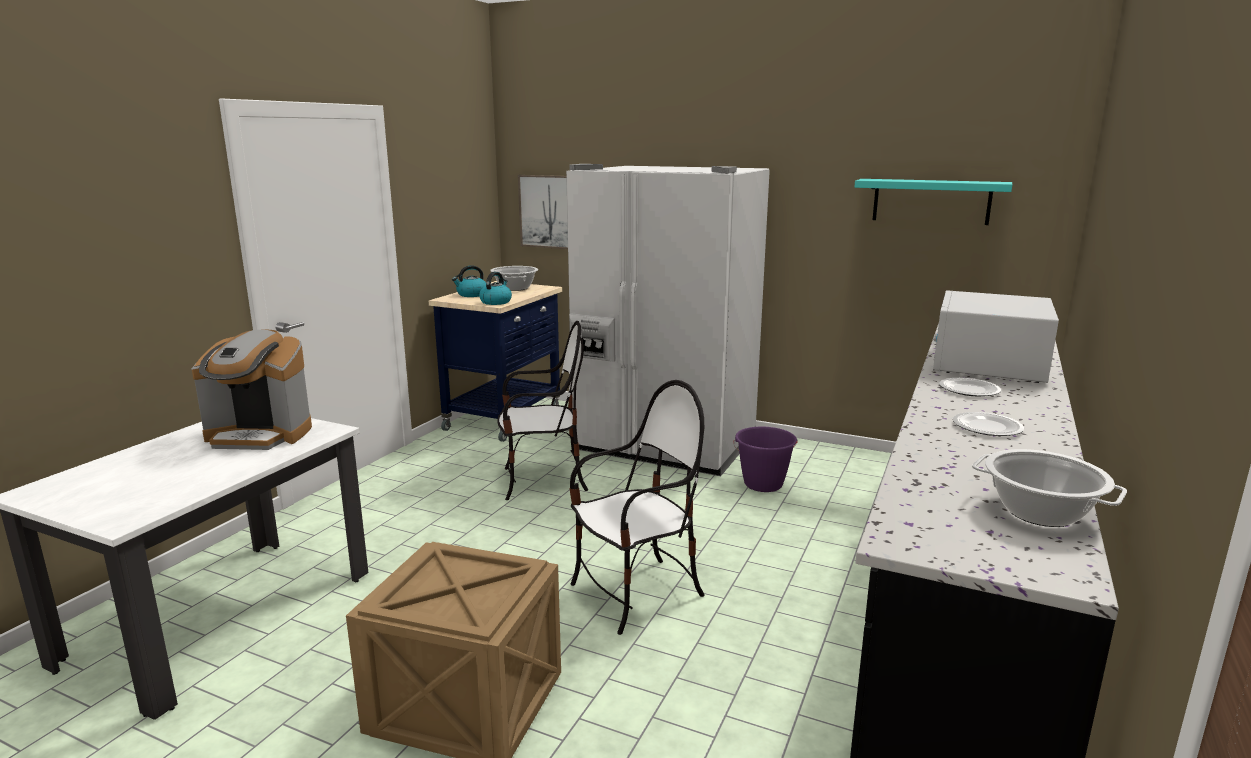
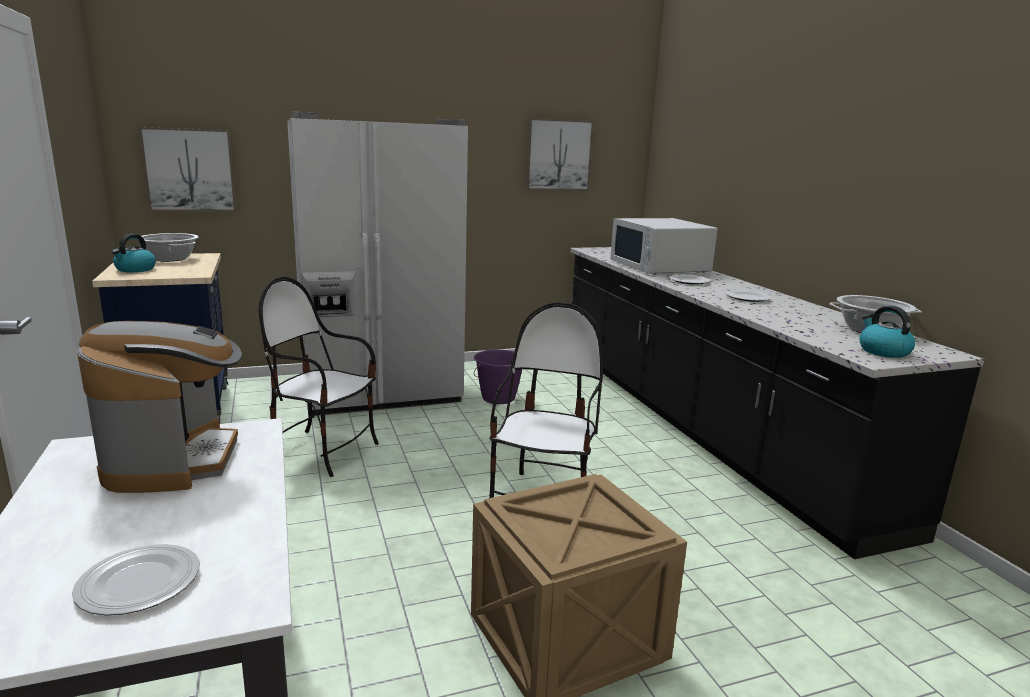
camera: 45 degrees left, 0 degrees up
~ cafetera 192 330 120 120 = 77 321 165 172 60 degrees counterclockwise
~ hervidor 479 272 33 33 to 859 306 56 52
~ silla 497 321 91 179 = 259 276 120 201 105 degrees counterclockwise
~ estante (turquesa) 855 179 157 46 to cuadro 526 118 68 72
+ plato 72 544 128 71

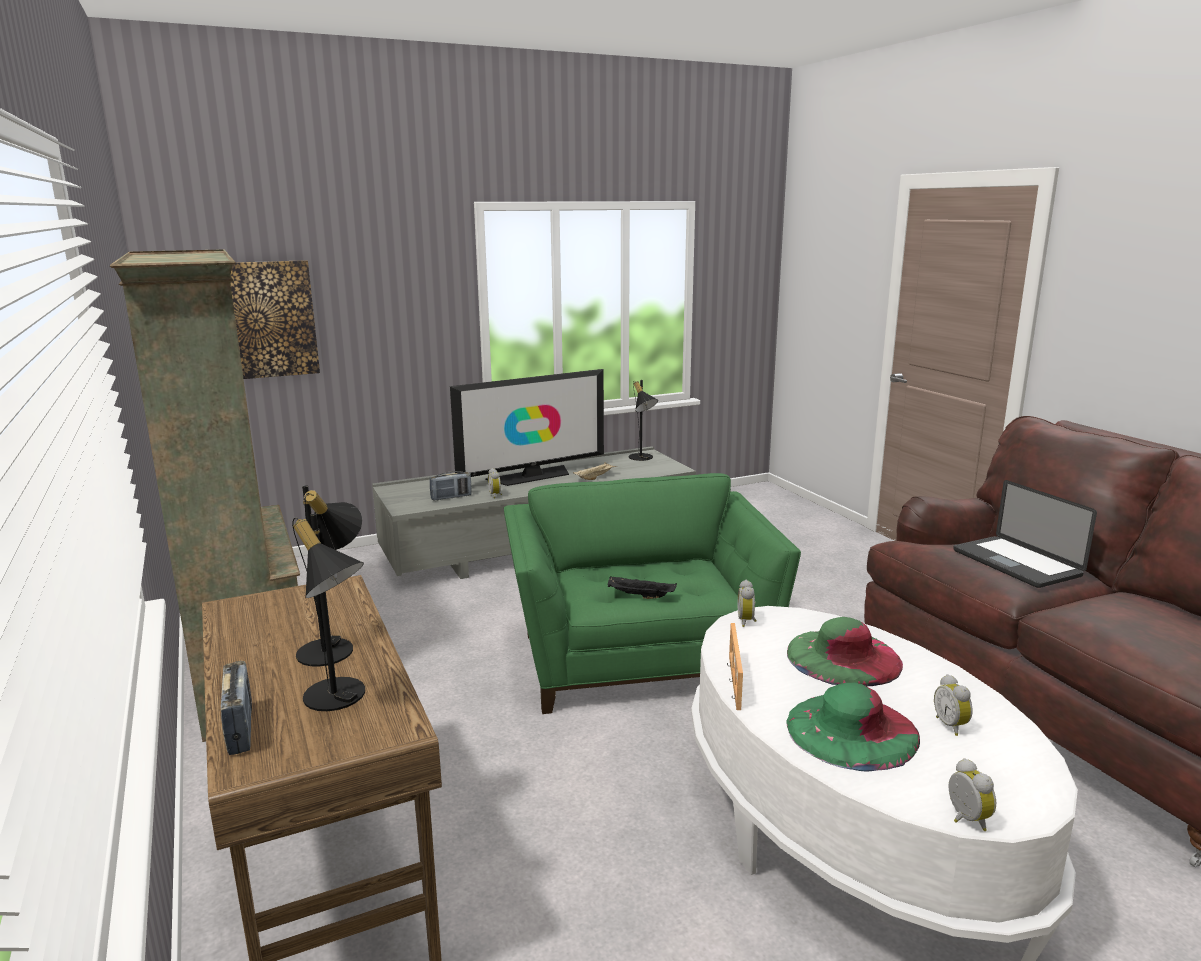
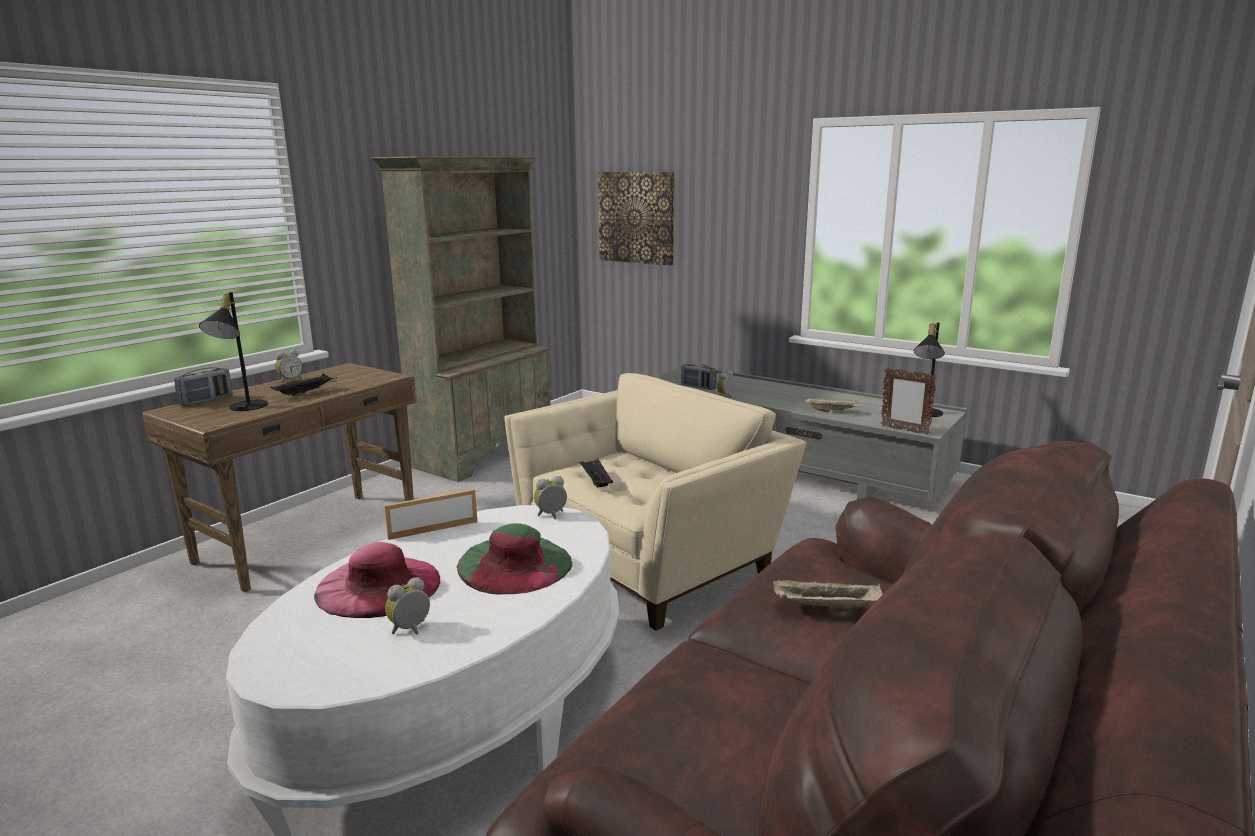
camera: 60 degrees right, 0 degrees up
~ lámpara de mesa (negro) 296 485 66 182 to bandeja (negro) 270 373 67 23
- televisor 450 369 154 117
~ sillón (verde) 504 473 297 241 to sillón (beis) 504 373 302 258
~ sombrero (verde) 787 682 133 90 to sombrero (rosa) 314 542 126 76
~ despertador 948 758 48 73 to 275 350 27 33
~ portátil 953 480 144 108 to bandeja (beis) 773 579 110 33
+ portarretratos 881 368 56 67

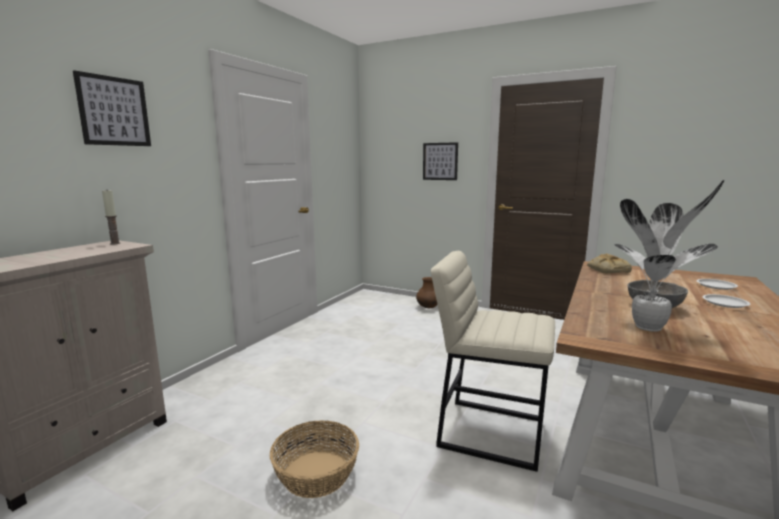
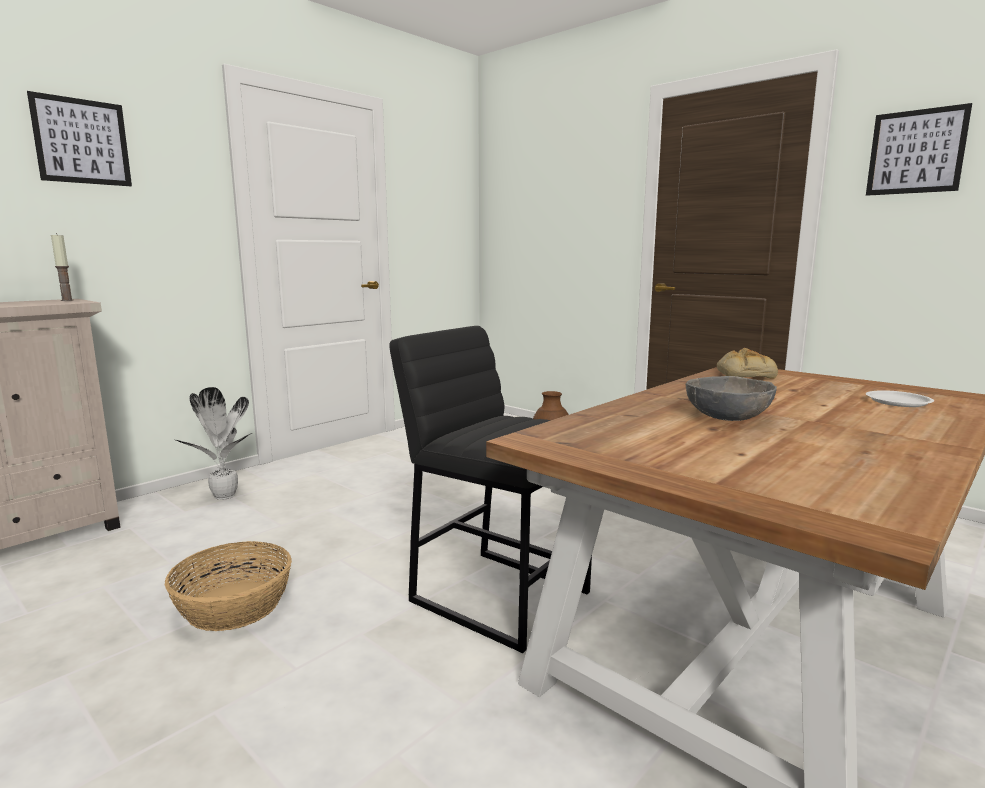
camera: 15 degrees right, 0 degrees up
~ cuadro 423 142 35 38 to 866 103 106 93
~ silla (beis) 431 251 124 221 to silla (negro) 389 326 203 327
~ planta en maceta 614 180 110 152 to 176 387 76 113
- plato (blanco) 703 294 47 14

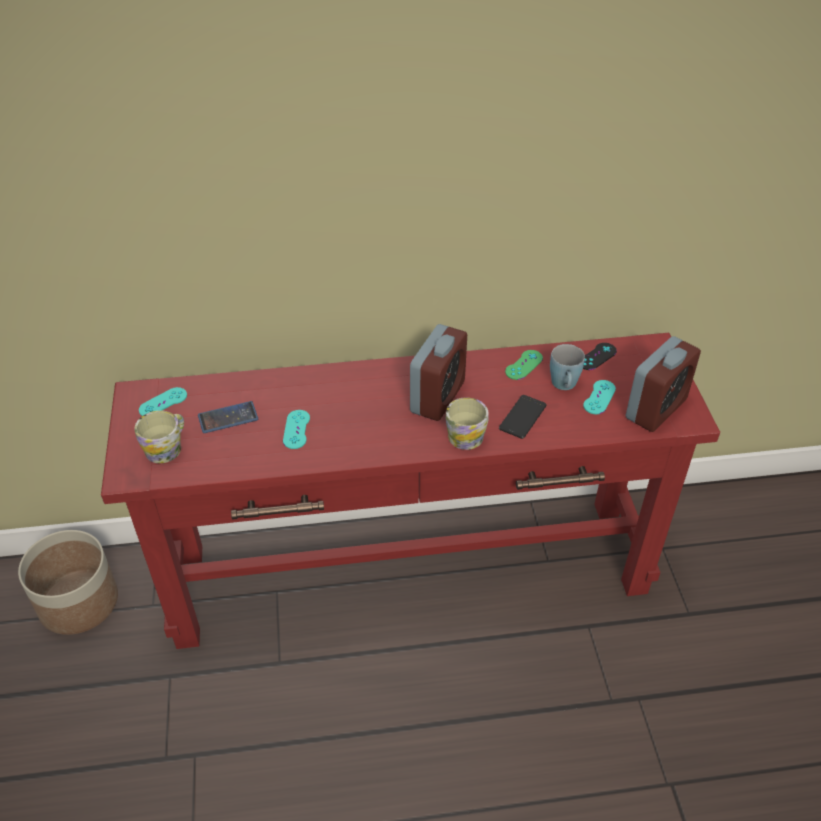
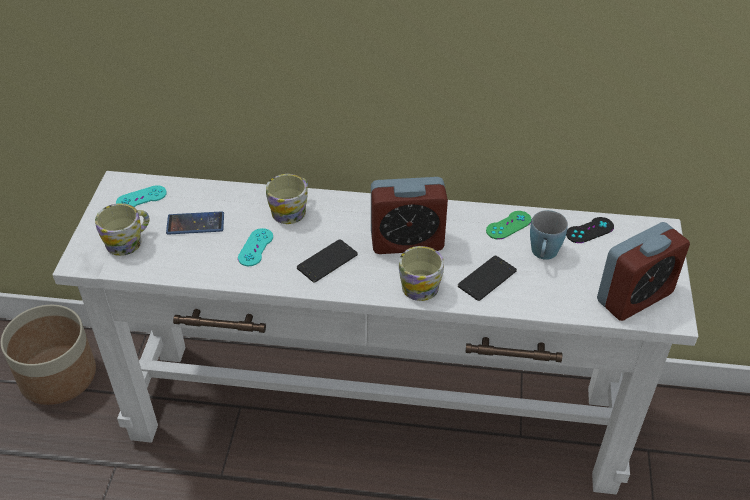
camera: 15 degrees right, 0 degrees up
~ mesa consola (rojo) 101 333 619 316 to mesa consola (blanco) 53 171 645 323
~ despertador 410 324 57 97 = 371 177 77 77 45 degrees clockwise
- mando de consola (turquesa) 583 380 33 34
+ taza grande 266 174 42 50
+ móvil 297 239 61 43

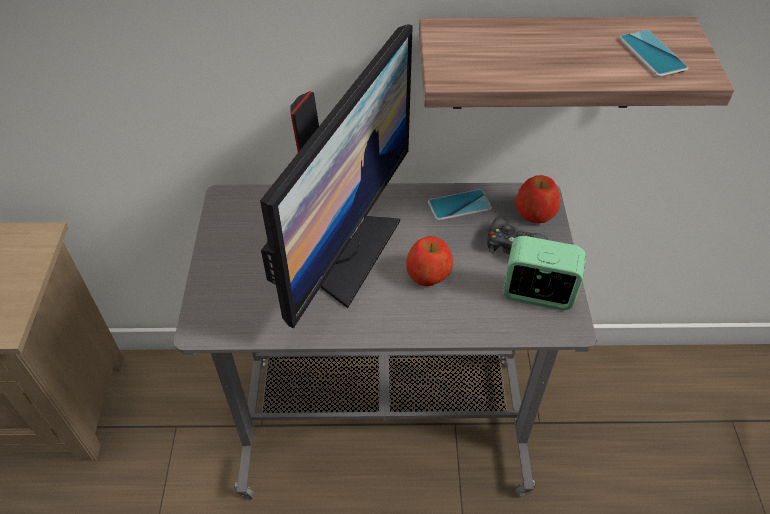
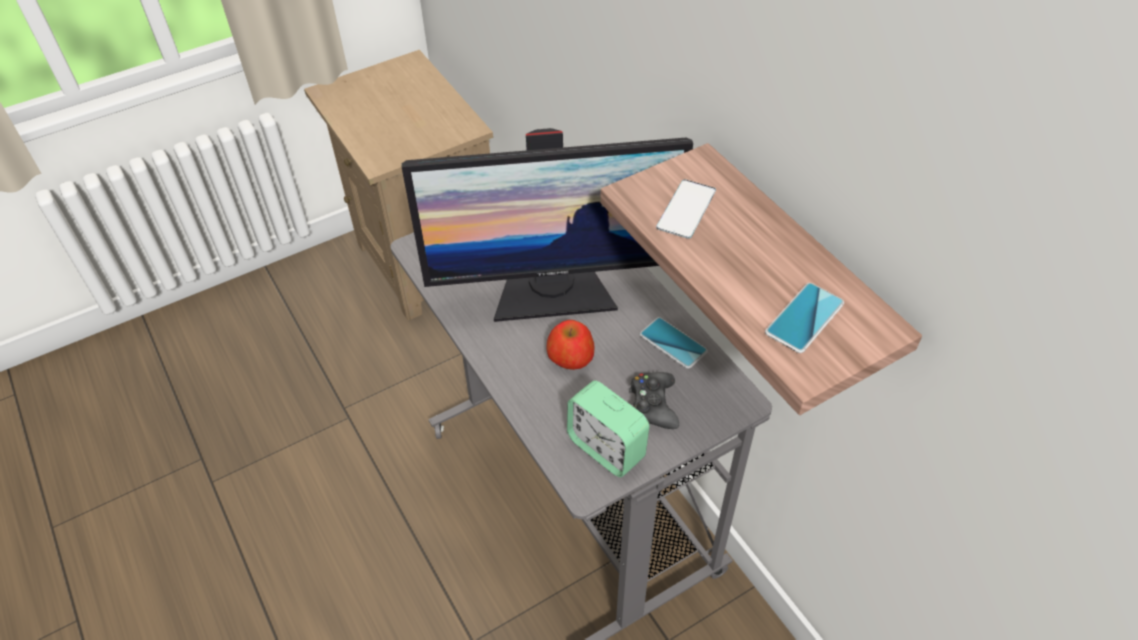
camera: 60 degrees right, 0 degrees up
~ despertador 503 236 83 74 = 567 381 82 96 150 degrees clockwise
- manzana 516 175 44 49
+ móvil 656 179 60 60

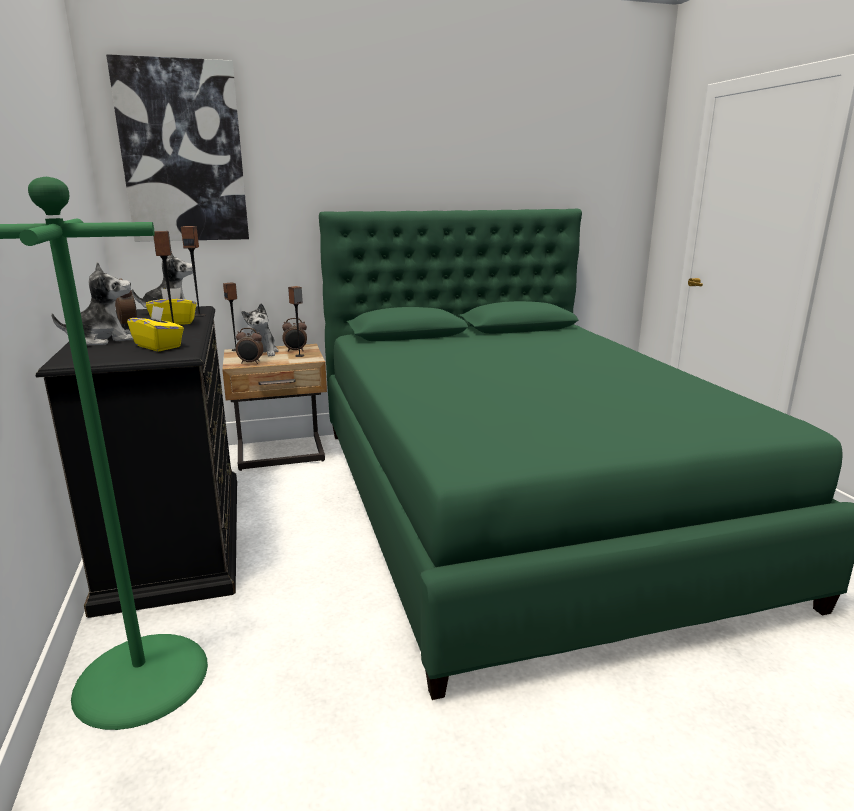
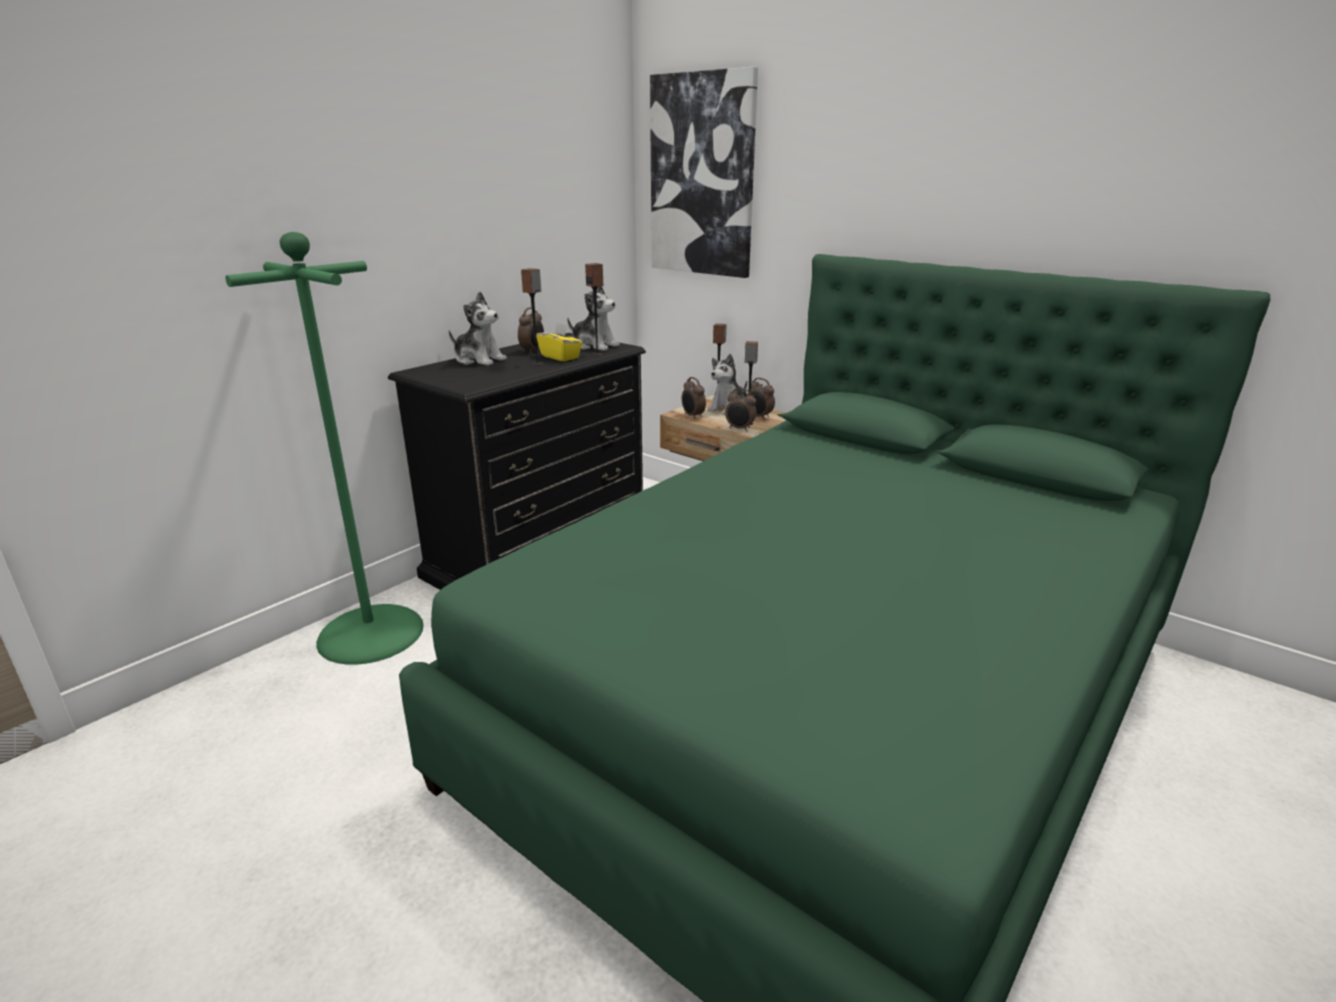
camera: 55 degrees right, 5 degrees up
- caja de pañuelos (amarillo) 127 305 57 46
+ despertador 725 388 31 43

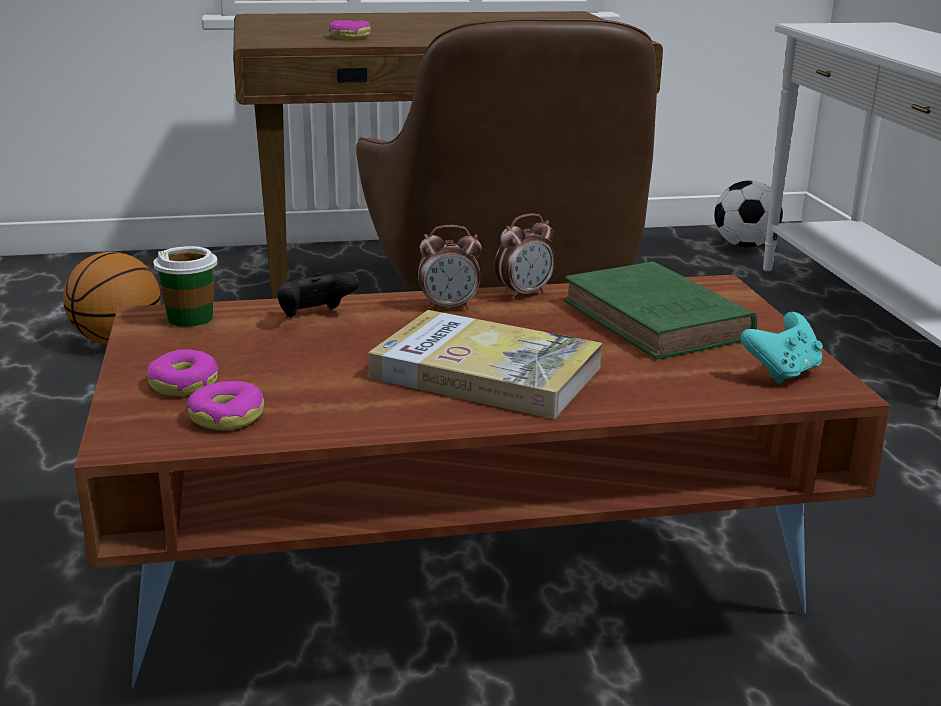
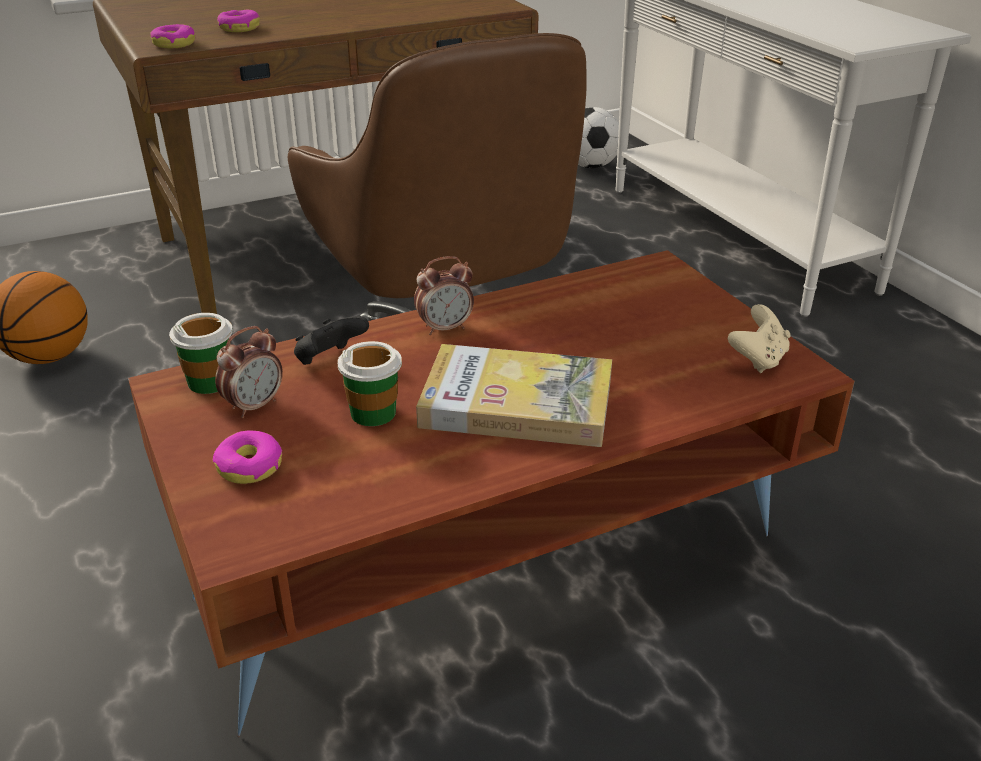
camera: 15 degrees left, 10 degrees up
~ rosquilla 187 381 77 49 to 150 24 45 24
~ despertador 495 213 60 87 to 215 326 68 92
- libro (verde) 563 261 194 98
~ mando de consola (turquesa) 741 312 82 72 to mando de consola (beis) 728 304 63 69
+ taza 337 341 65 85

